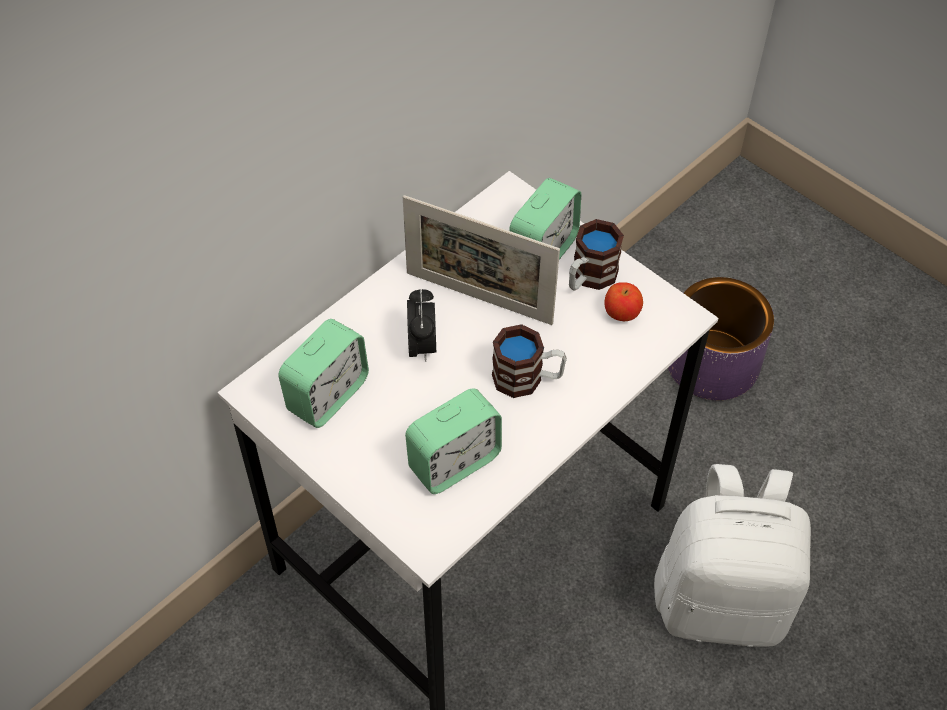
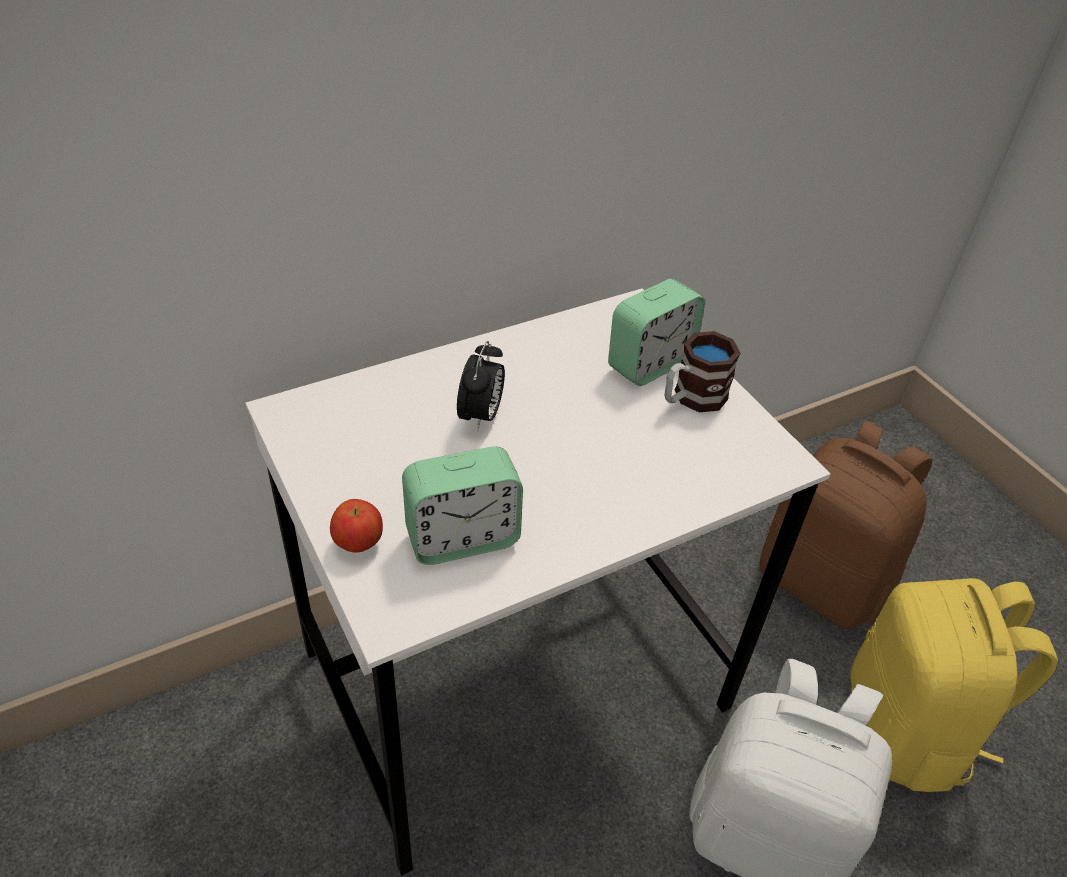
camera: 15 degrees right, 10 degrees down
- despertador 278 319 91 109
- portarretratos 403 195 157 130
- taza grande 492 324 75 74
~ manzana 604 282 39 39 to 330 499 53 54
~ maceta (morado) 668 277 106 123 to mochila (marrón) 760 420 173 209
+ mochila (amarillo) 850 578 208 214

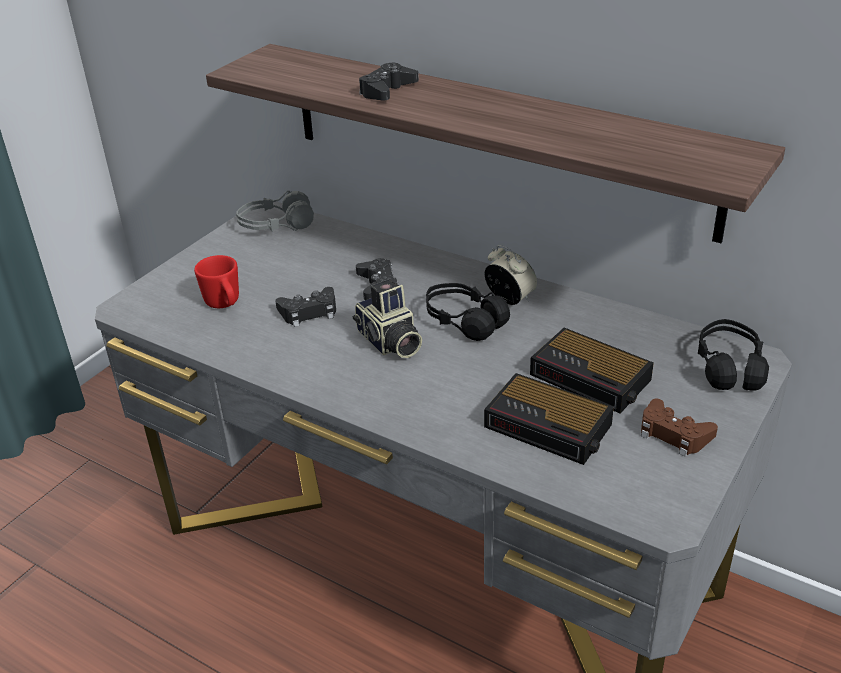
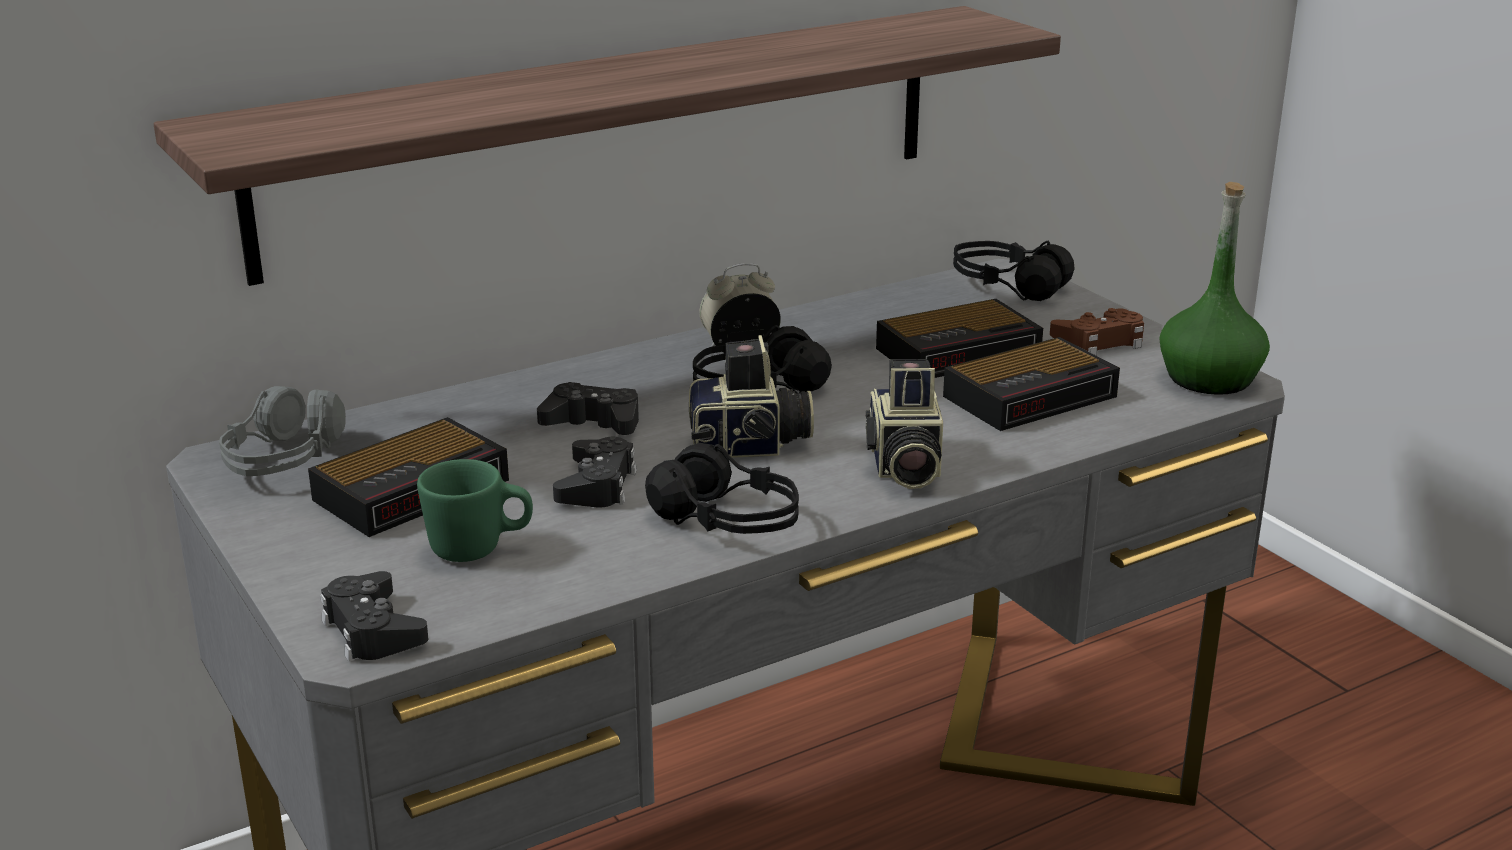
camera: 65 degrees left, 10 degrees down
~ taza grande (rojo) 194 255 45 53 to taza grande (verde) 417 459 116 103
~ mando de consola (negro) 359 63 60 38 to 320 571 108 90
+ despertador 308 417 201 120
+ auriculares (negro) 645 443 154 91
+ cámara 866 359 77 130
+ botella (verde) 1160 182 110 213

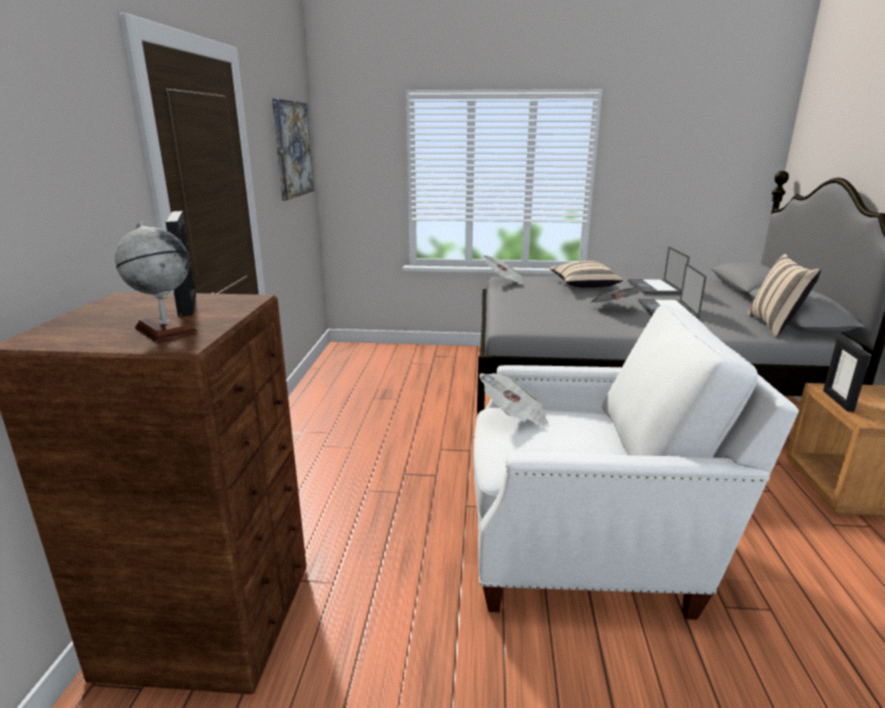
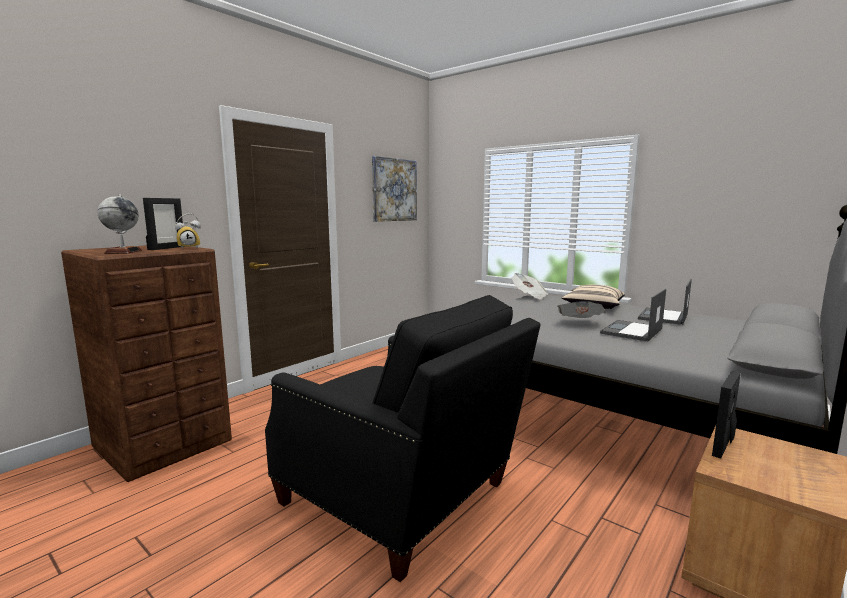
camera: 35 degrees right, 10 degrees down
~ sillón (blanco) 473 305 326 315 to sillón (negro) 265 295 275 287
- periódico 479 373 71 54
- cojín (beis) 748 254 73 83
+ despertador 175 213 26 36

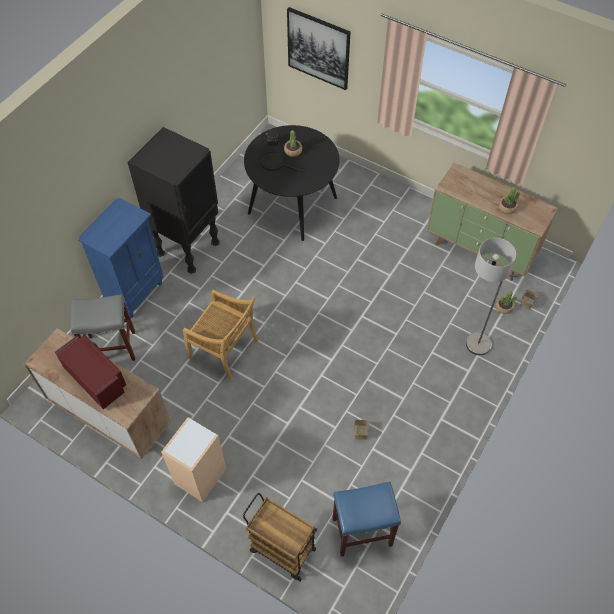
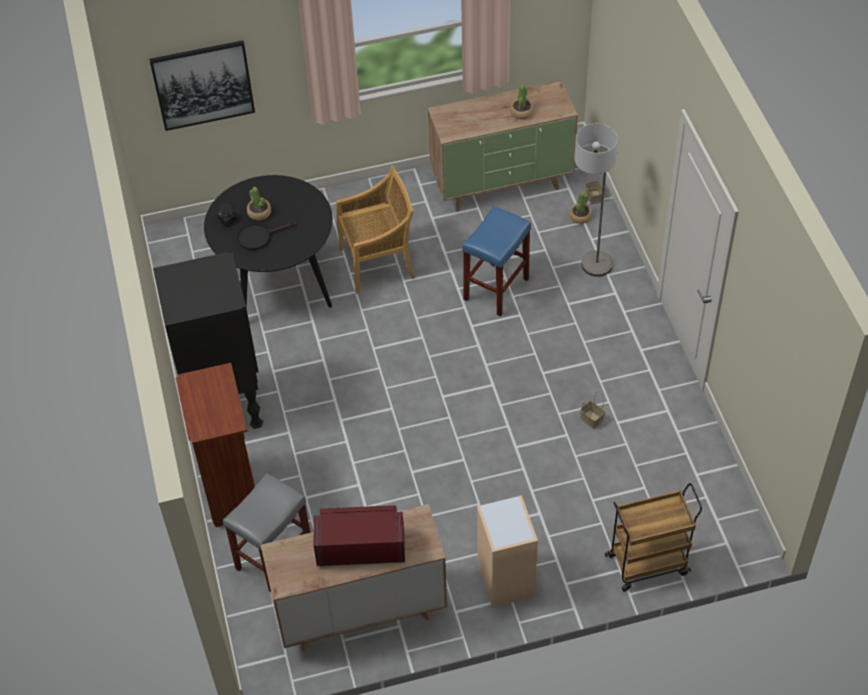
camera: 45 degrees left, 5 degrees down
~ armario (azul) 78 198 85 120 to armario (marrón) 176 363 79 164
~ silla (beis) 183 290 76 90 to 336 166 79 128
~ taburete (azul) 332 481 69 76 to 462 206 69 111

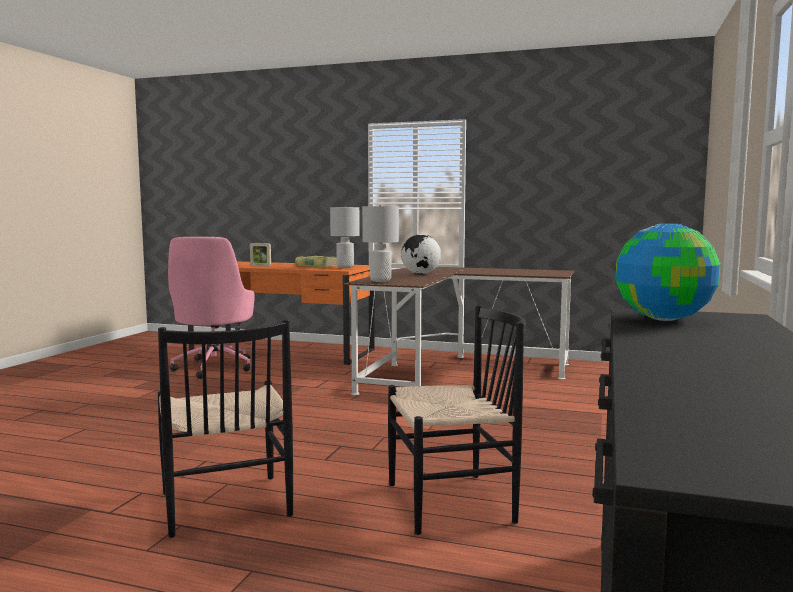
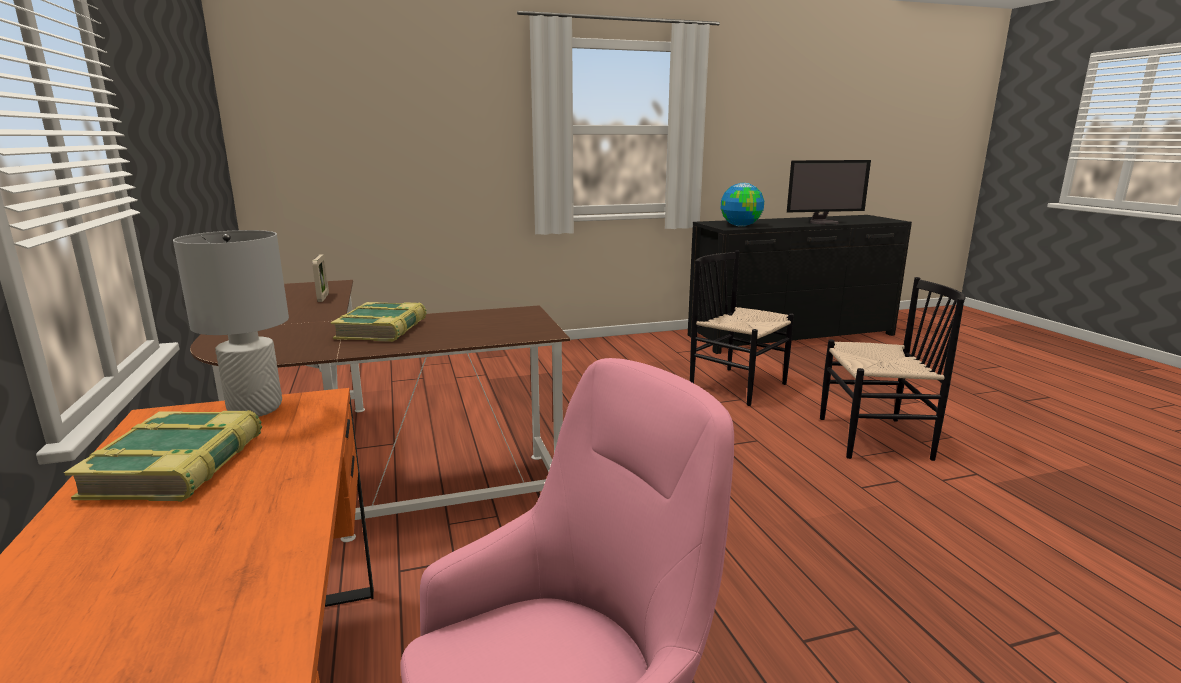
camera: 125 degrees left, 10 degrees up
~ silla (negro) 158 319 135 219 = 820 277 145 184 60 degrees clockwise
~ portarretratos 250 243 21 24 to 312 254 17 48
- lámpara de mesa (gris) 362 205 37 77
~ globo terráqueo 401 234 40 40 to libro 331 302 96 40
+ monitor 787 160 84 65

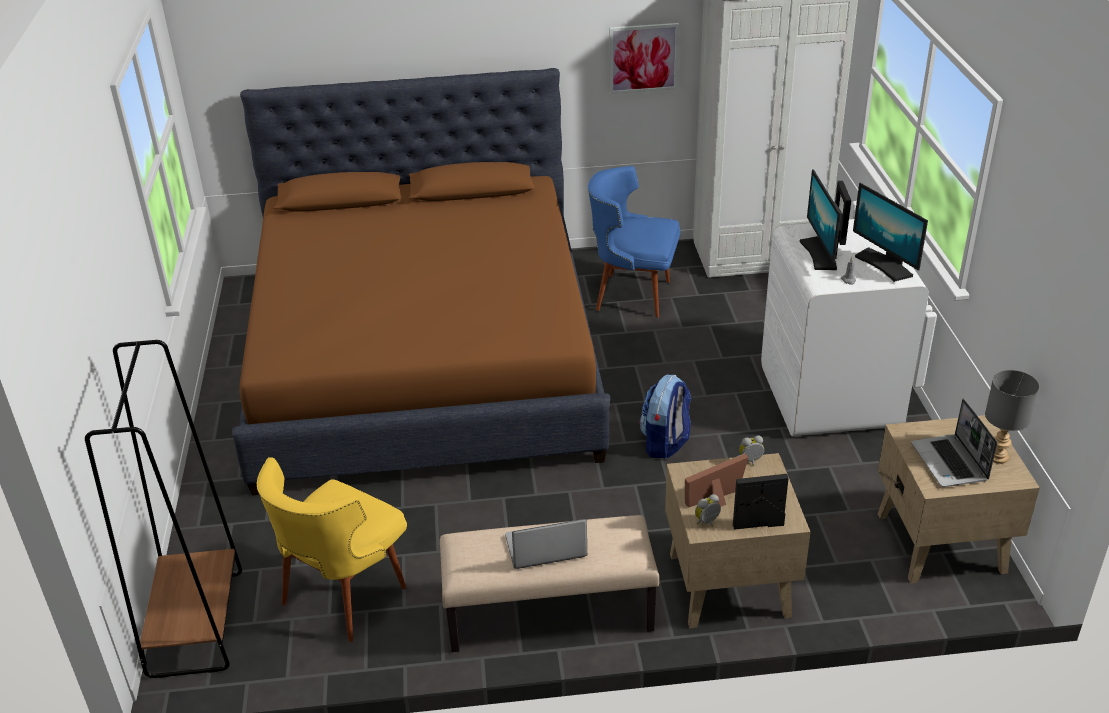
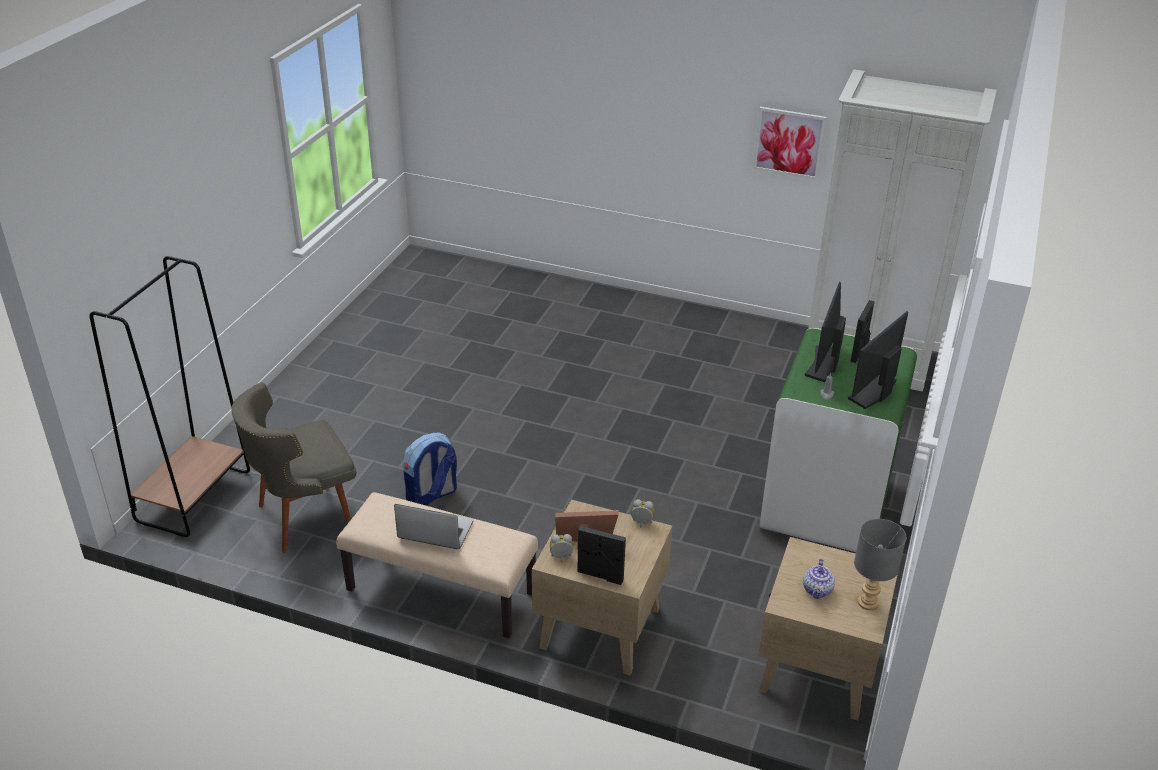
camera: 25 degrees right, 0 degrees up
- cama (marrón) 232 68 378 427
~ silla (amarillo) 256 457 151 185 to silla (gris) 231 382 125 171
- silla (azul) 588 166 92 152
~ mochila 640 375 51 83 to 403 432 54 73
~ cómoda (blanco) 761 219 168 217 to cómoda (verde) 759 328 158 224
~ monitor 853 183 75 99 = 848 311 60 98 45 degrees clockwise
~ portátil 911 399 86 88 to tetera 803 559 32 40

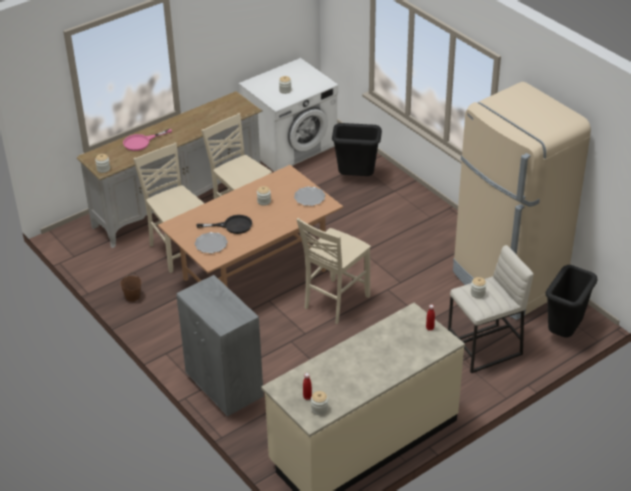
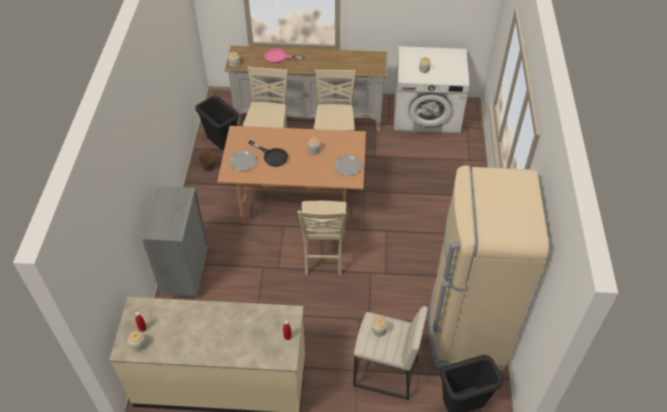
camera: 40 degrees right, 10 degrees up
~ silla (beis) 296 218 75 106 = 297 201 49 75 75 degrees counterclockwise
~ papelera (negro) 332 123 50 53 to 195 96 44 54

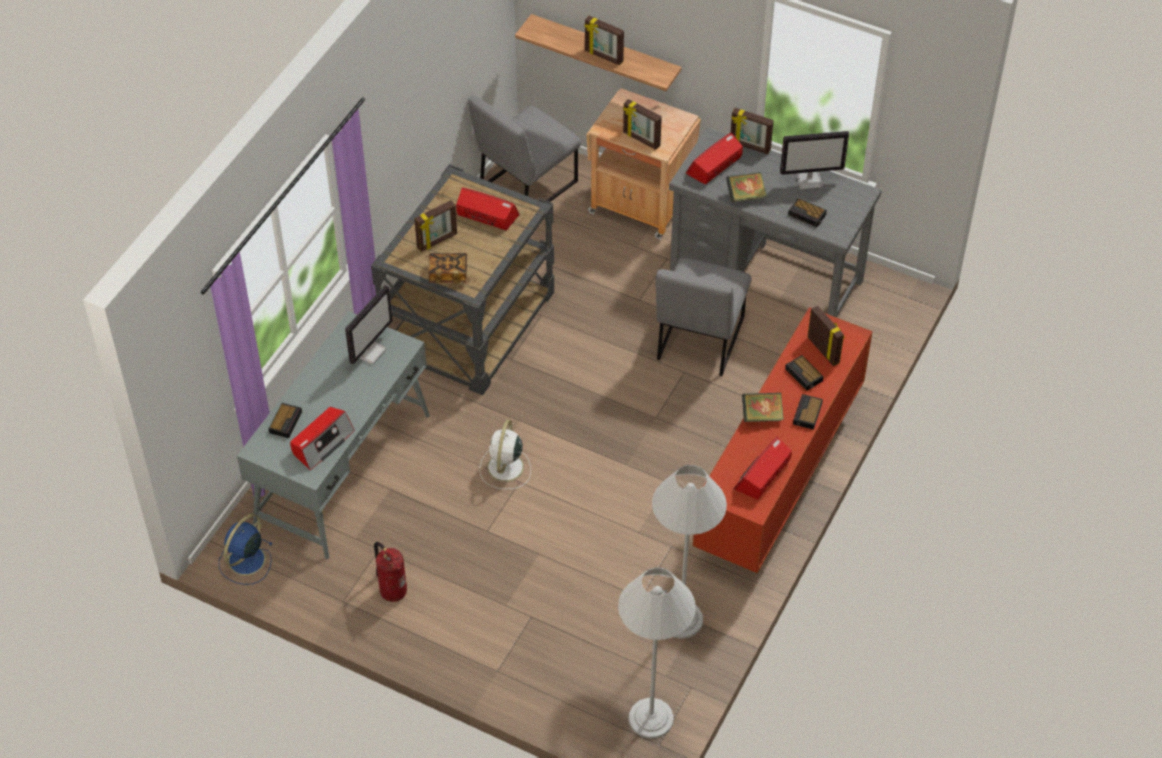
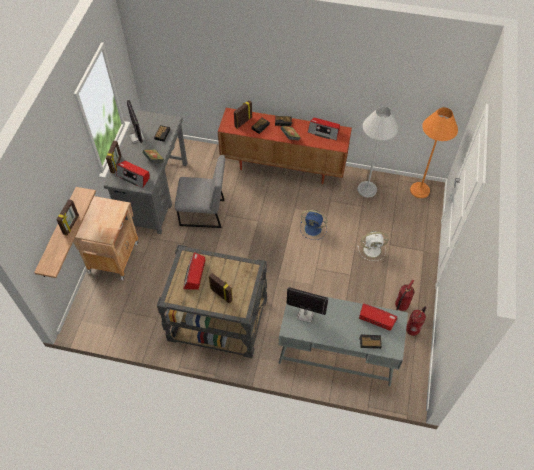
camera: 105 degrees left, 5 degrees up
~ ventilador (azul) 219 514 53 71 to 300 210 28 30
- libro 428 253 39 31
- silla (gris) 468 96 113 106
~ ventilador (blanco) 480 420 51 69 to 357 231 32 30
~ lámpara de pie (blanco) 618 567 78 172 to lámpara de pie (naranja) 410 107 48 91
- portarretratos 623 99 39 51
+ extintor 406 307 20 29

